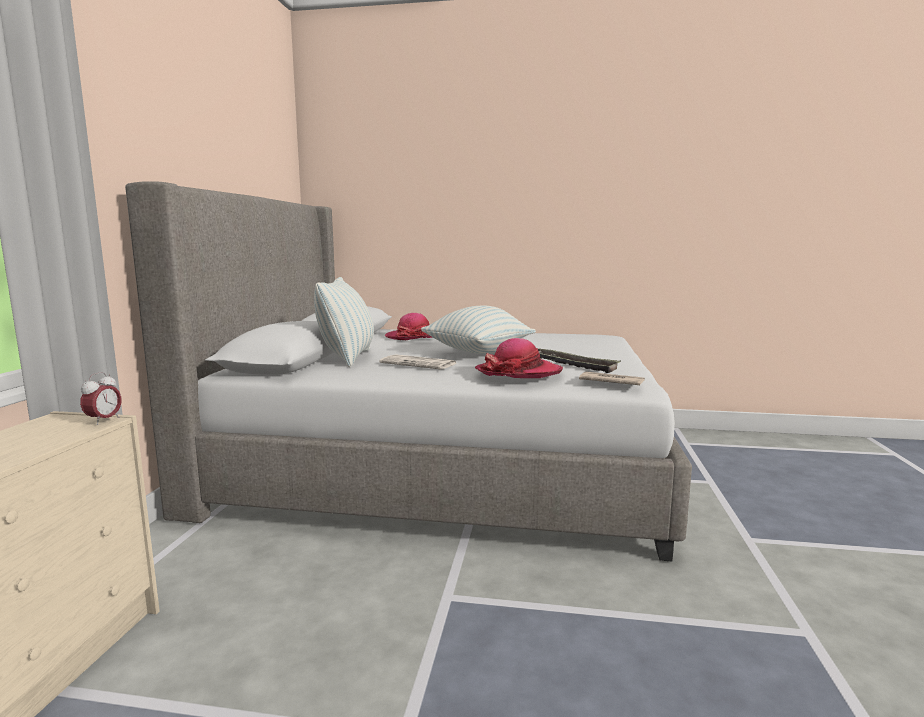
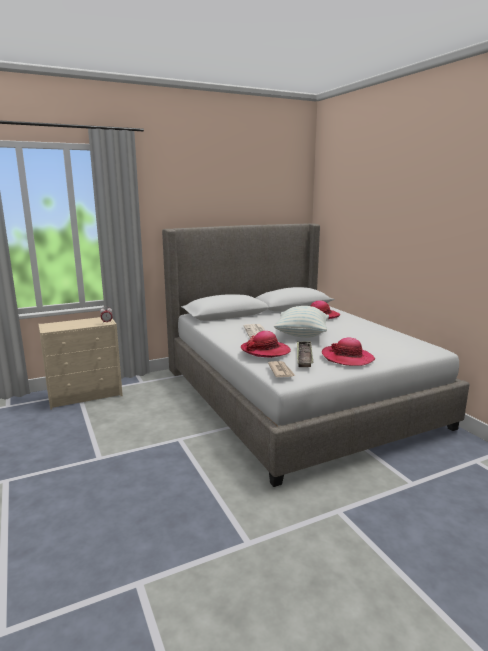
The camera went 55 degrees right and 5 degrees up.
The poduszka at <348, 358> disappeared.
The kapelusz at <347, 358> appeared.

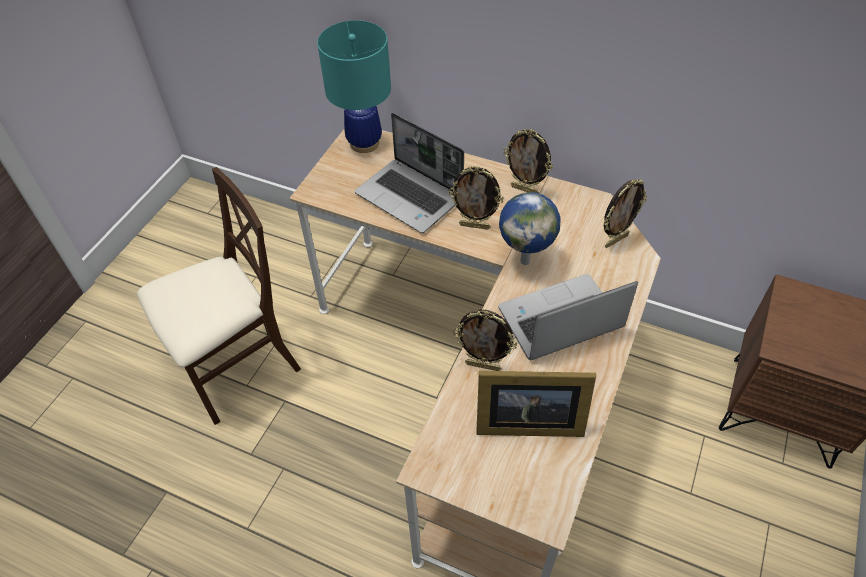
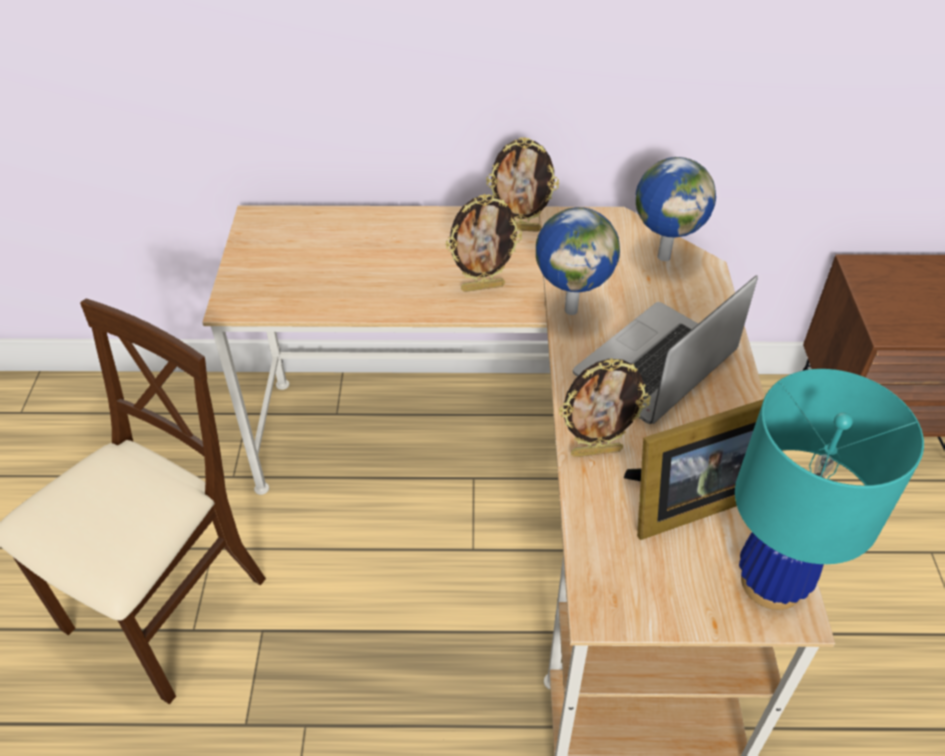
The camera went 25 degrees left and 5 degrees down.
The laptop at <411, 197> disappeared.
The lampa stołowa/turkusowy moved from <364, 143> to <771, 583>.
The ramka na zdjęcie at <615, 240> was replaced by the globus at <663, 256>.

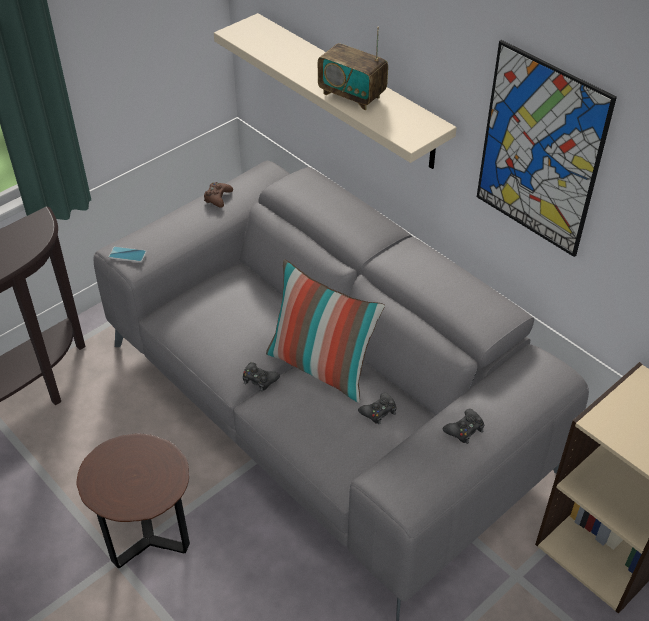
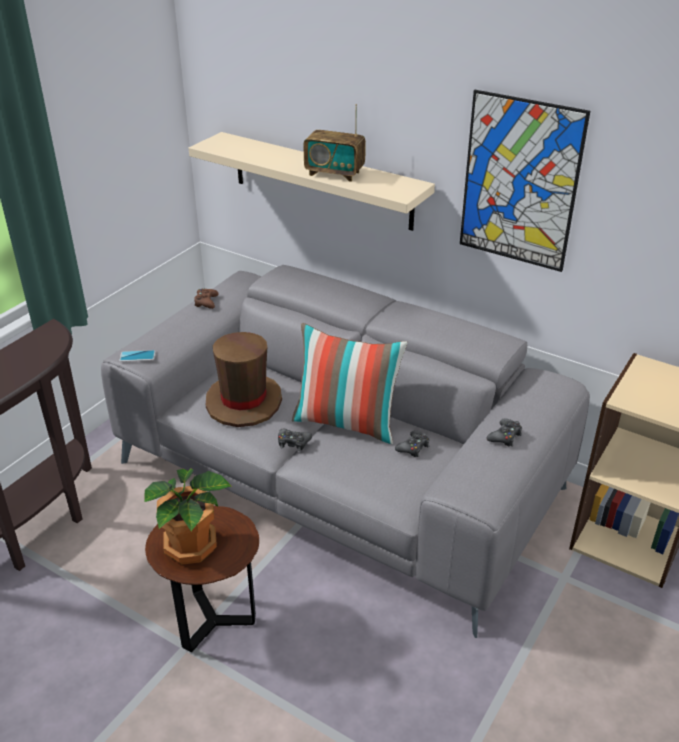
The camera went 15 degrees left and 10 degrees down.
The roślina doniczkowa at <193, 546> appeared.
The kapelusz/brązowy at <244, 401> appeared.

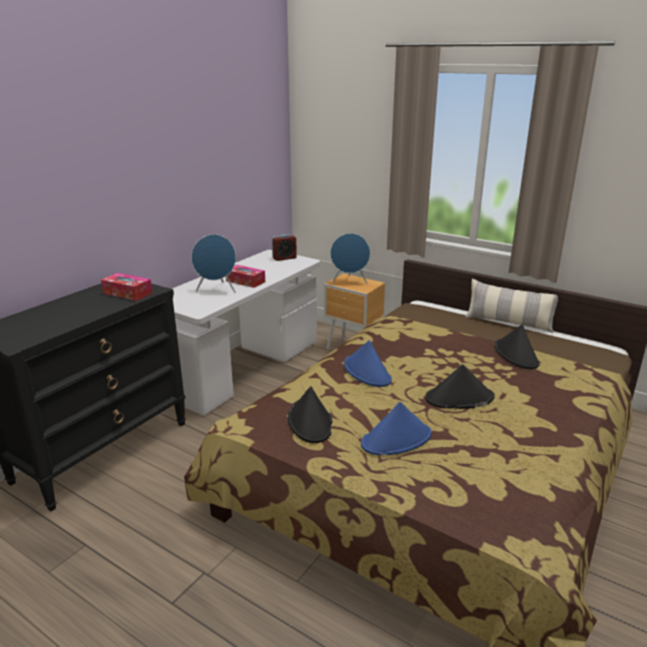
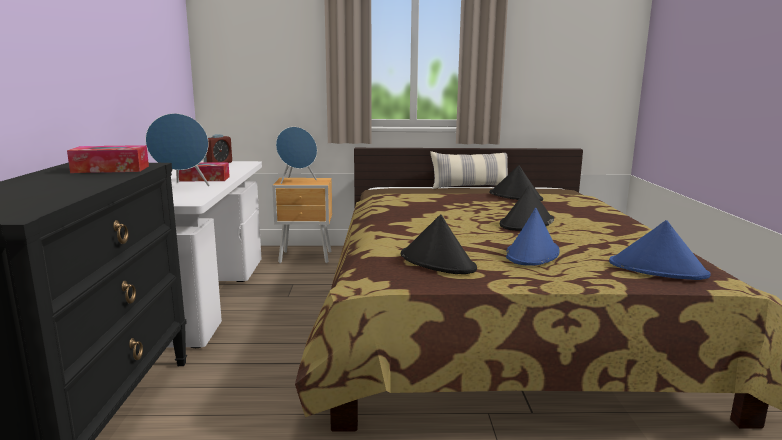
The camera went 35 degrees left and 10 degrees down.
The kapelusz/niebieski moved from <367, 372> to <658, 269>.

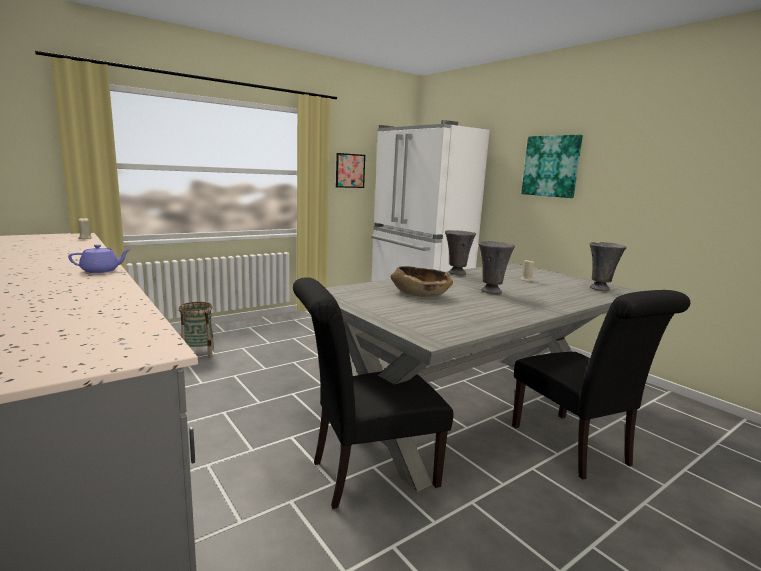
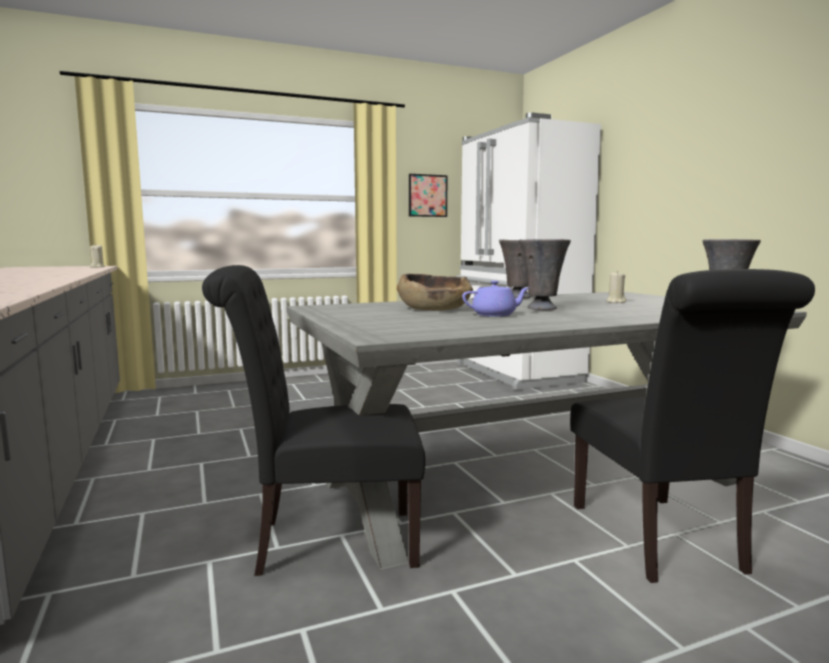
The camera went 15 degrees right and 5 degrees down.
The koszyk at <198, 353> disappeared.
The obraz at <551, 166> disappeared.
The imbryk/fioletowy moved from <101, 270> to <495, 315>.

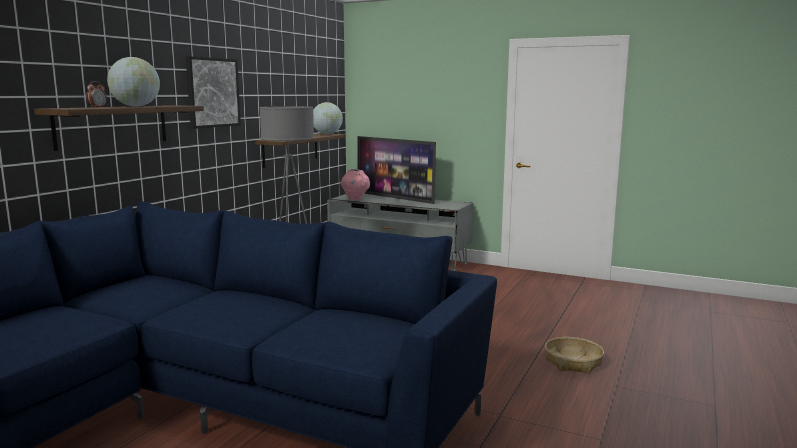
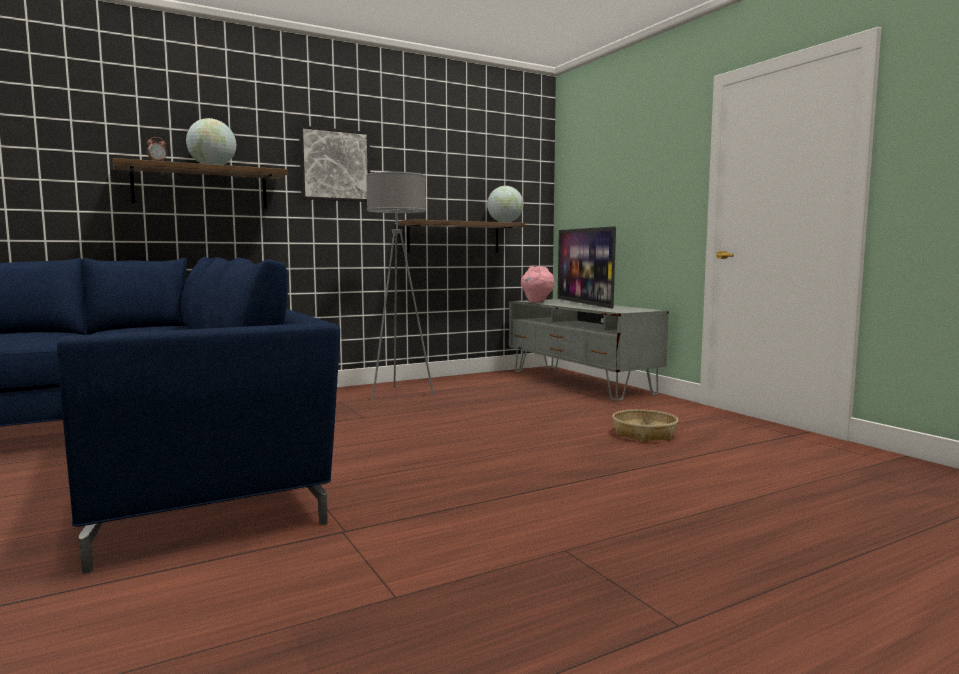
The camera went 35 degrees right and 5 degrees down.
The koszyk moved from <573, 362> to <644, 434>.

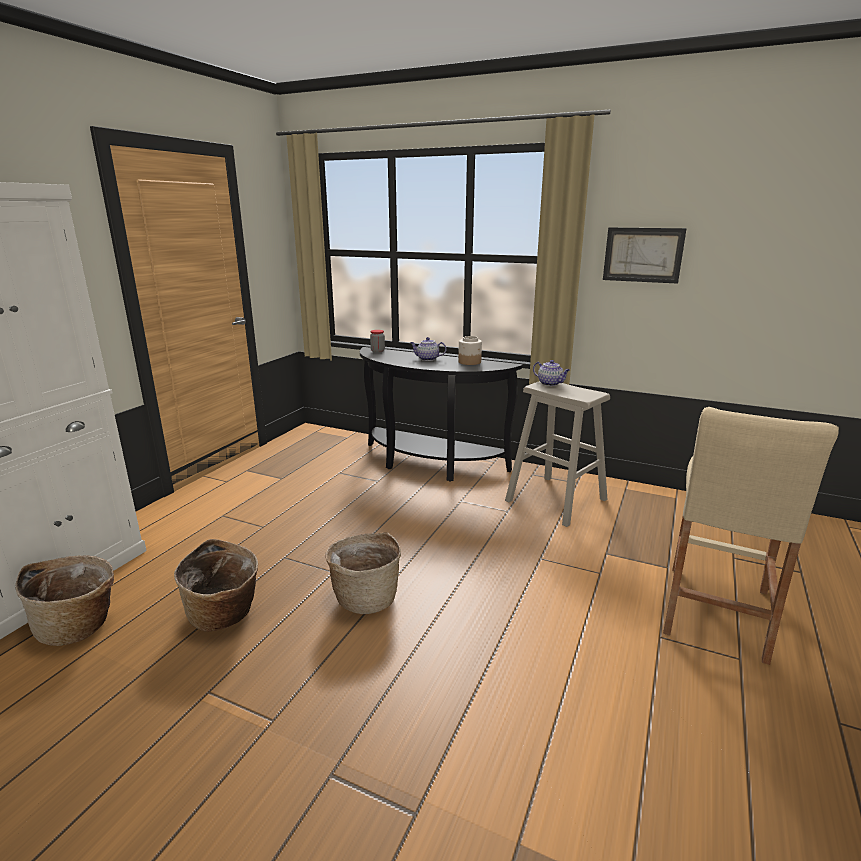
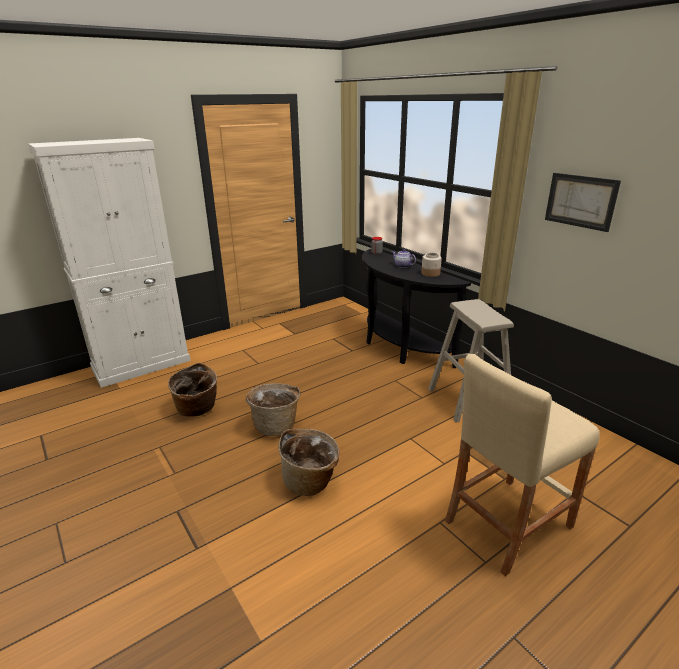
The camera went 30 degrees right and 5 degrees up.
The imbryk at <550, 383> disappeared.
The koszyk moved from <79, 626> to <310, 481>.

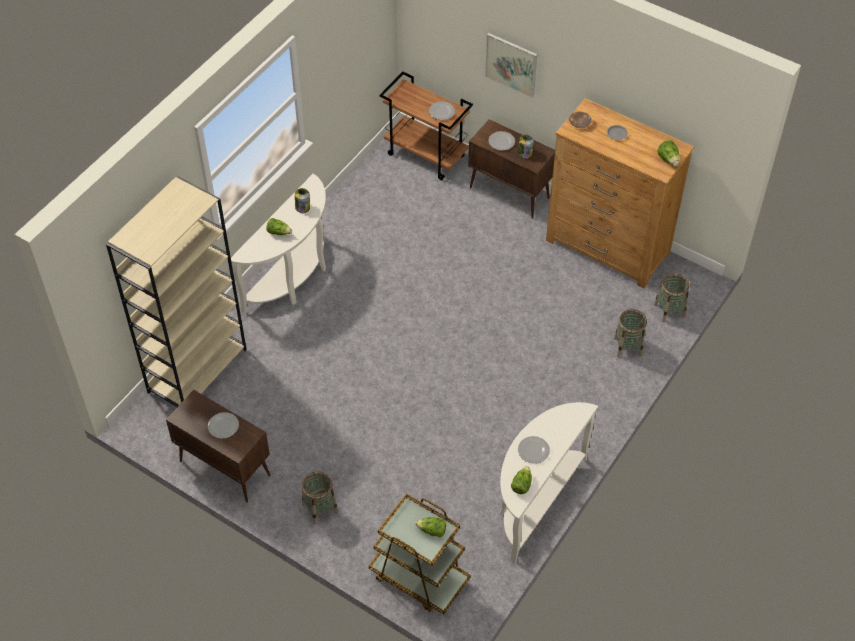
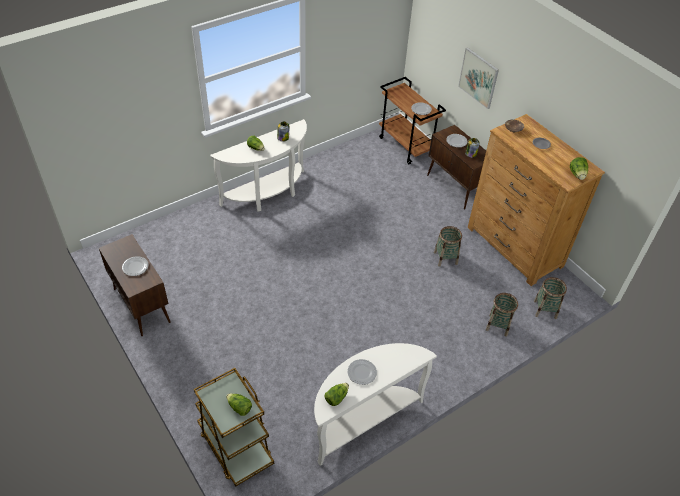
The camera went 20 degrees right and 5 degrees down.
The regał/beżowy at <197, 370> disappeared.
The koszyk moved from <320, 508> to <445, 258>.

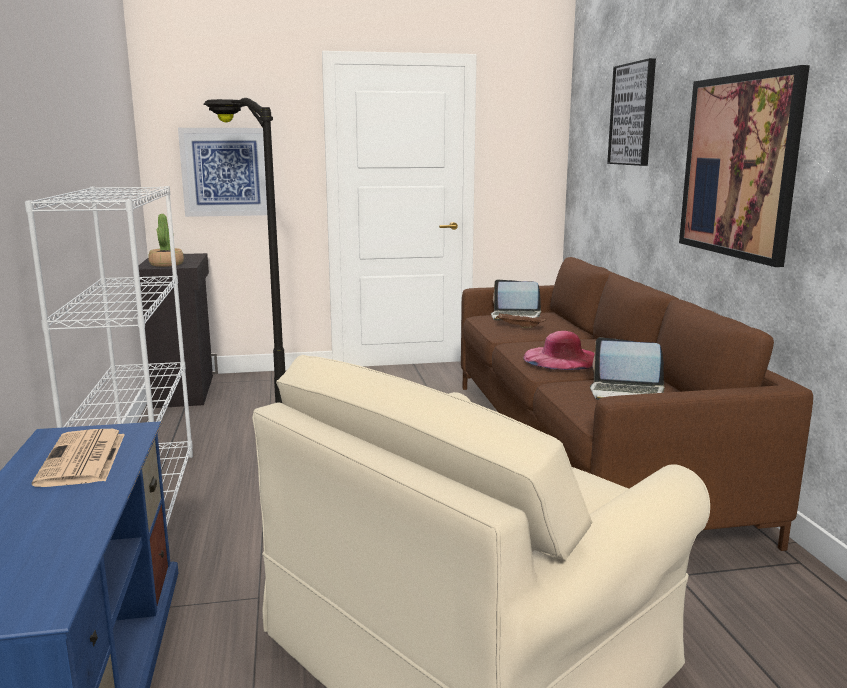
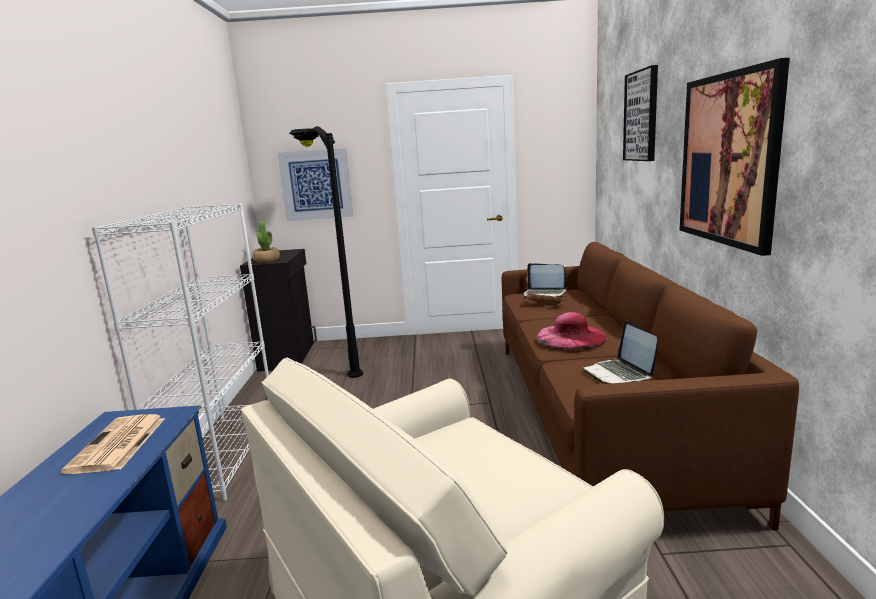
The camera went 10 degrees right and 0 degrees up.
The laptop at <626, 393> turned 45 degrees clockwise.

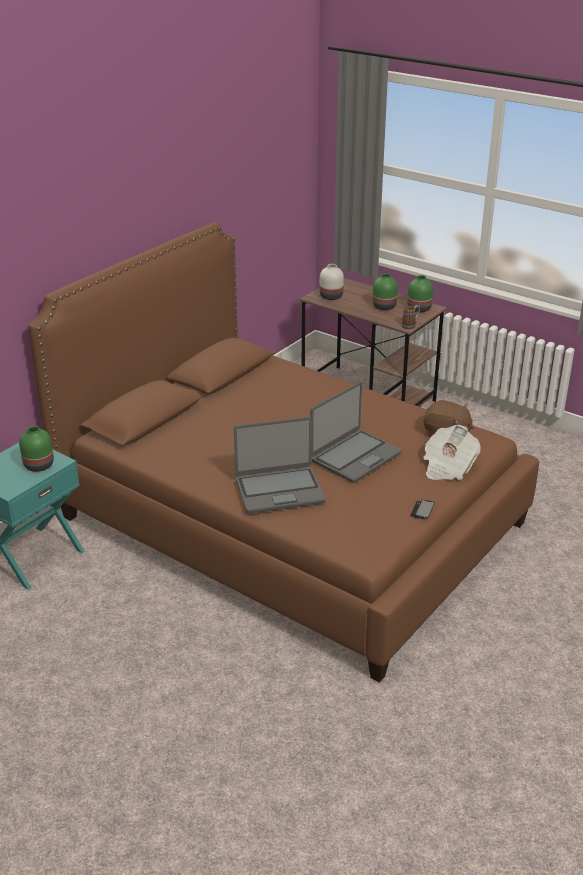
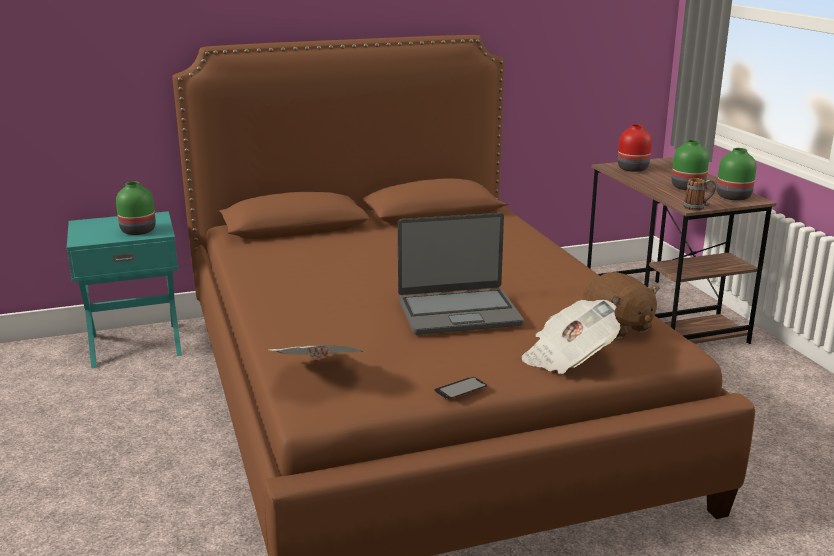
The camera went 35 degrees right and 10 degrees down.
The laptop at <279, 490> disappeared.
The gazeta at <318, 373> appeared.
The wazon/biały at <331, 296> became the wazon/czerwony at <633, 168>.

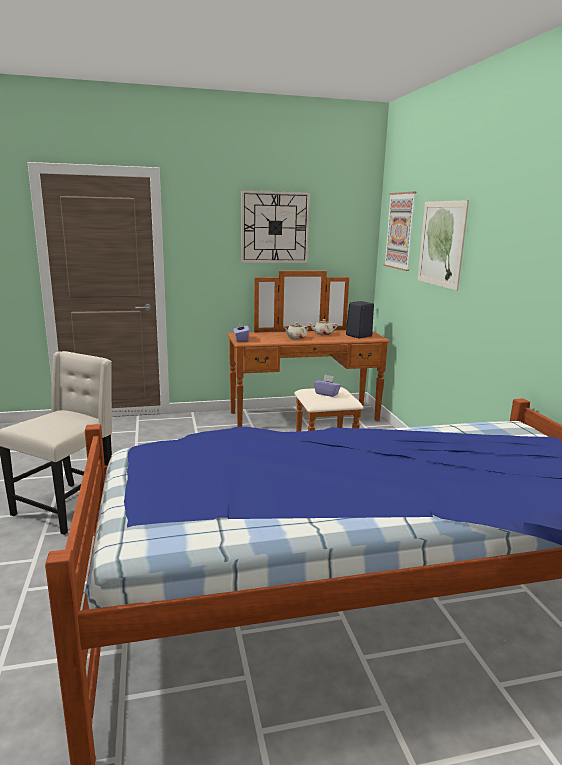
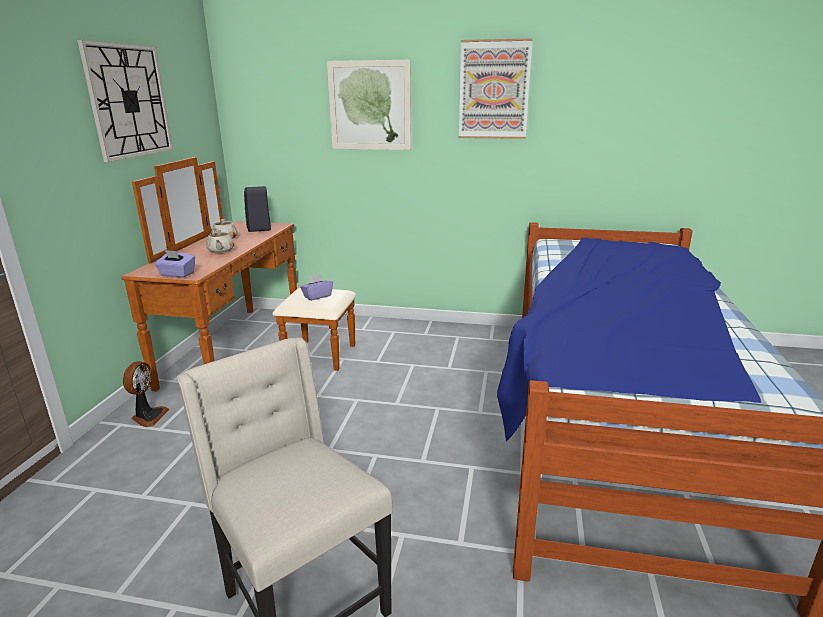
The camera went 65 degrees left and 5 degrees up.
The wentylator at <148, 416> appeared.
The obraz moved from <400, 231> to <494, 90>.

